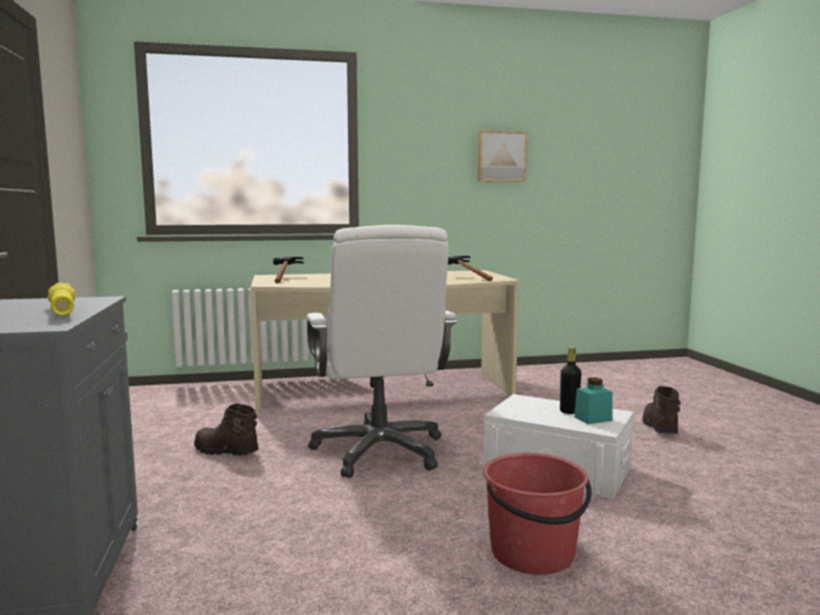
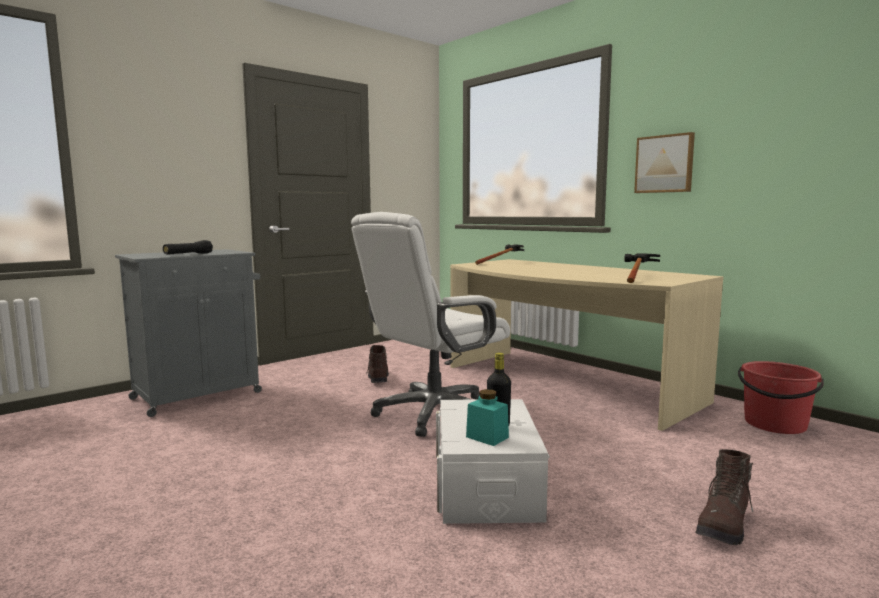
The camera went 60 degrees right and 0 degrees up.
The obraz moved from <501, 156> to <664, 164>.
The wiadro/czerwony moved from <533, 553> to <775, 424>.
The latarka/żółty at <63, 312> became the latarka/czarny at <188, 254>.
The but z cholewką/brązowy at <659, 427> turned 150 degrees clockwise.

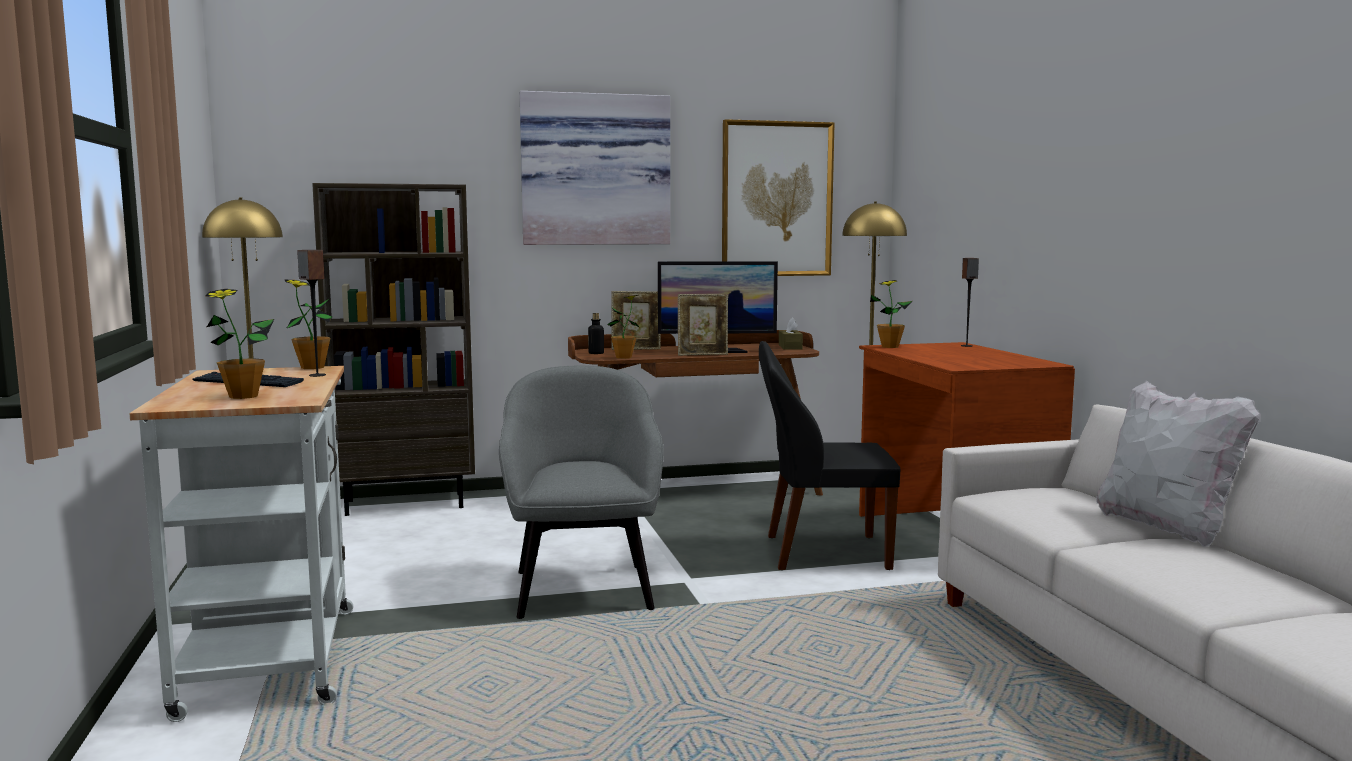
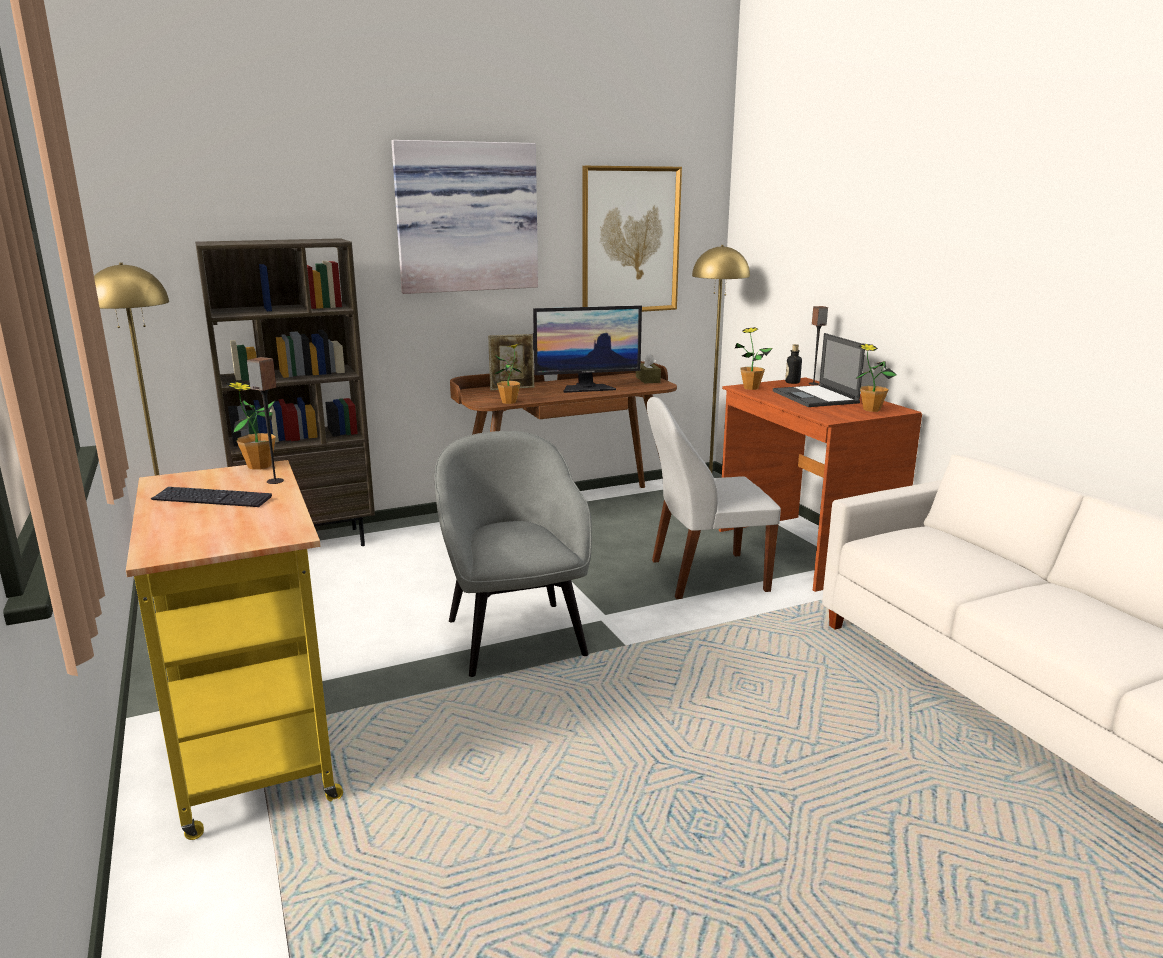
The camera went 10 degrees left and 10 degrees up.
The ramka na zdjęcie at <703, 355> disappeared.
The poduszka/biały at <1166, 527> disappeared.
The laptop at <816, 397> appeared.
The roślina doniczkowa moved from <243, 396> to <871, 409>.
The butelka moved from <596, 353> to <792, 382>.
The wózek/biały at <271, 653> became the wózek/żółty at <253, 742>.
The krzesło/czarny at <822, 552> became the krzesło/biały at <705, 576>.

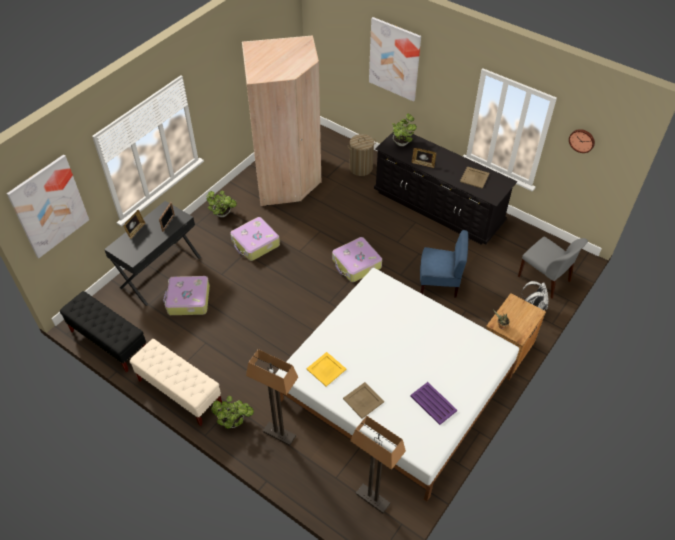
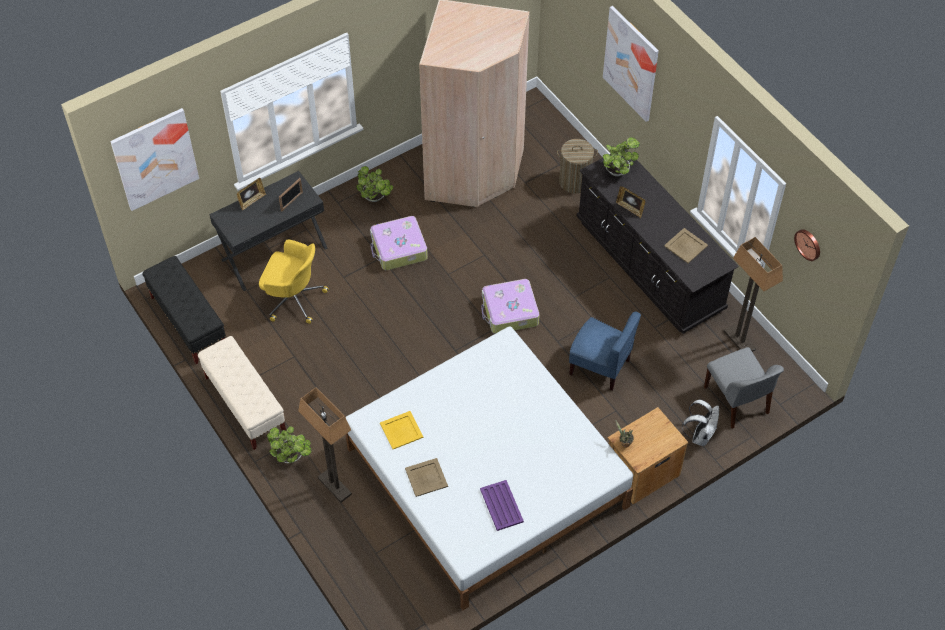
The camera went 20 degrees right and 5 degrees up.
The lampa stojąca moved from <373, 499> to <739, 340>.
The walizka at <188, 300> was replaced by the krzesło biurowe/żółty at <293, 298>.

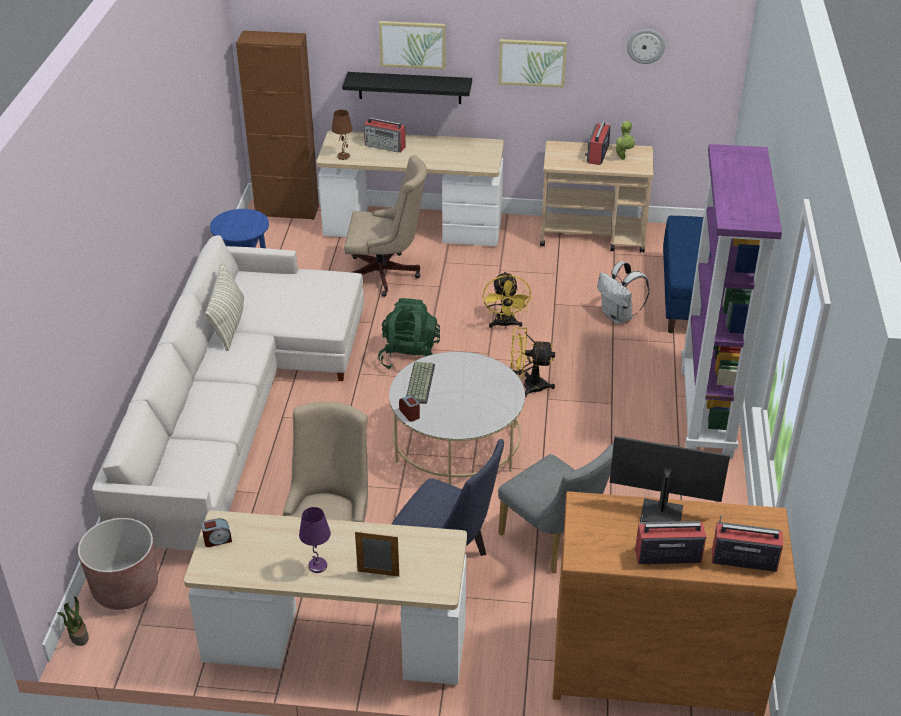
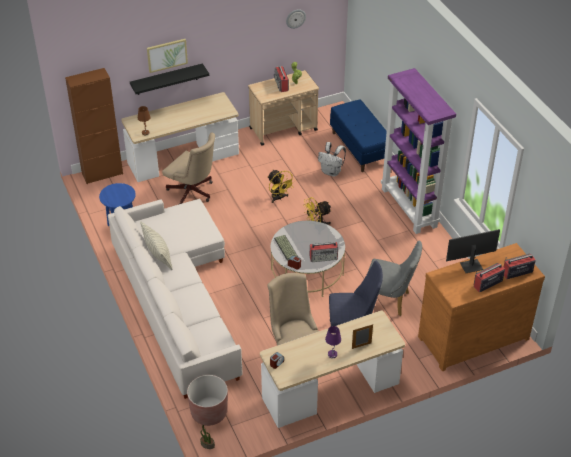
The camera went 30 degrees left and 5 degrees up.
The plecak/zielony at <409, 356> disappeared.
The obraz at <532, 62> disappeared.
The radio moved from <385, 146> to <324, 257>.
The krzesło biurowe/beżowy at <386, 275> turned 60 degrees clockwise.

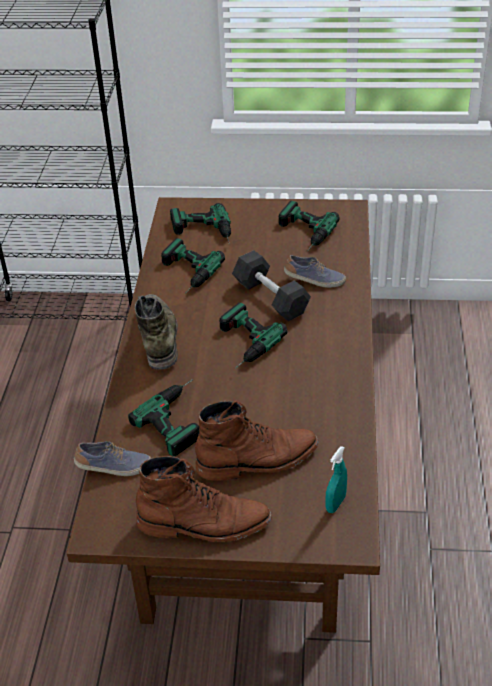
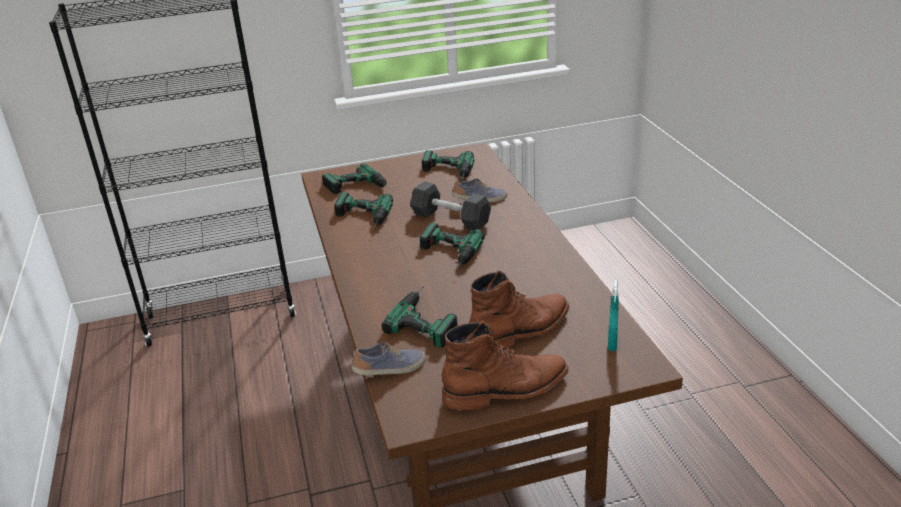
The camera went 20 degrees left and 10 degrees down.
The but z cholewką/zielony at <157, 336> disappeared.

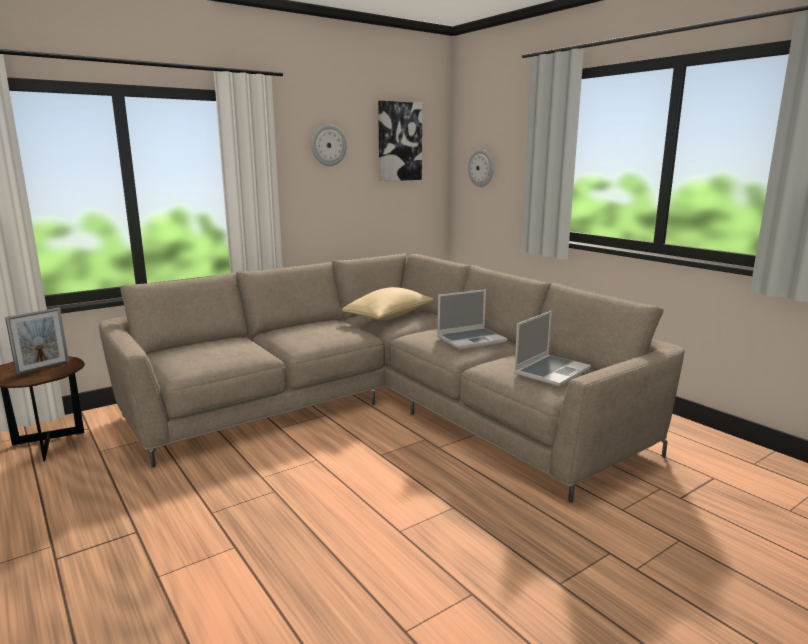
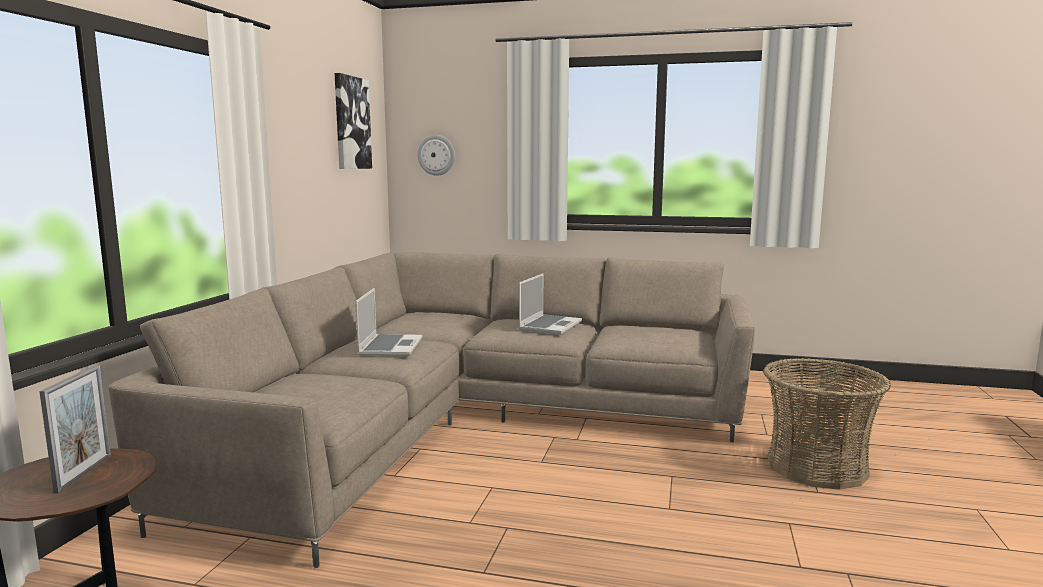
The camera went 40 degrees left and 5 degrees down.
The zegar ścienny at <328, 145> disappeared.
The poduszka/beżowy at <389, 317> disappeared.
The koszyk at <817, 467> appeared.
The laptop moved from <551, 371> to <390, 347>.

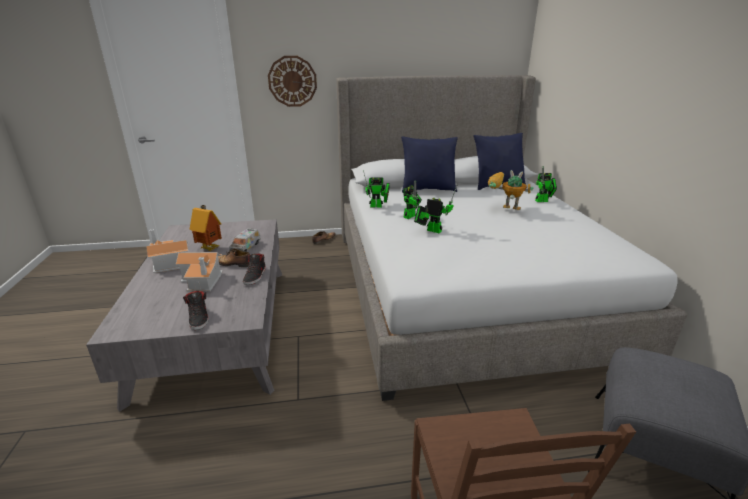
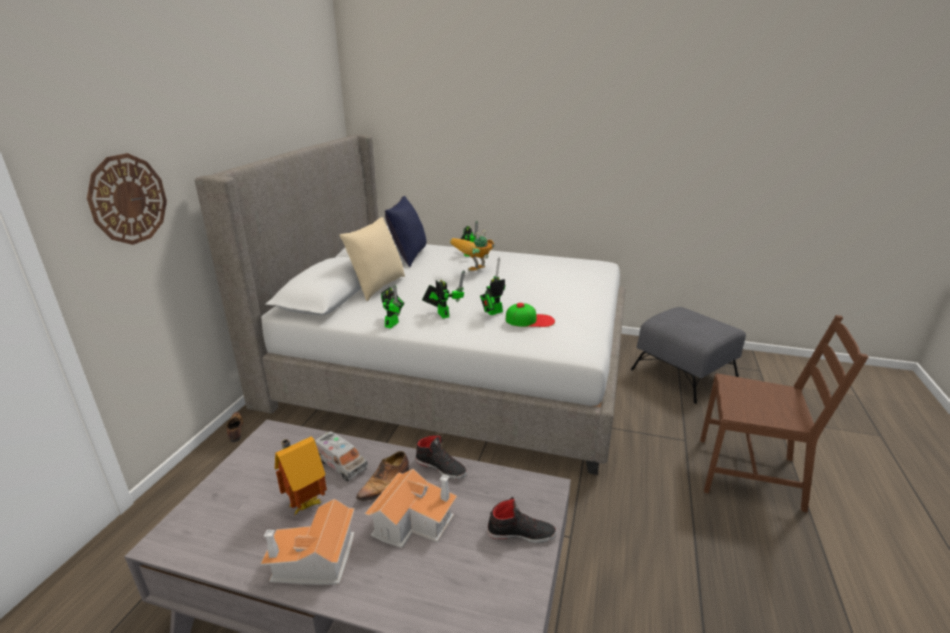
The camera went 65 degrees left and 0 degrees up.
The czapka z daszkiem at <530, 320> appeared.
The poduszka/niebieski at <427, 189> became the poduszka/beżowy at <377, 287>.

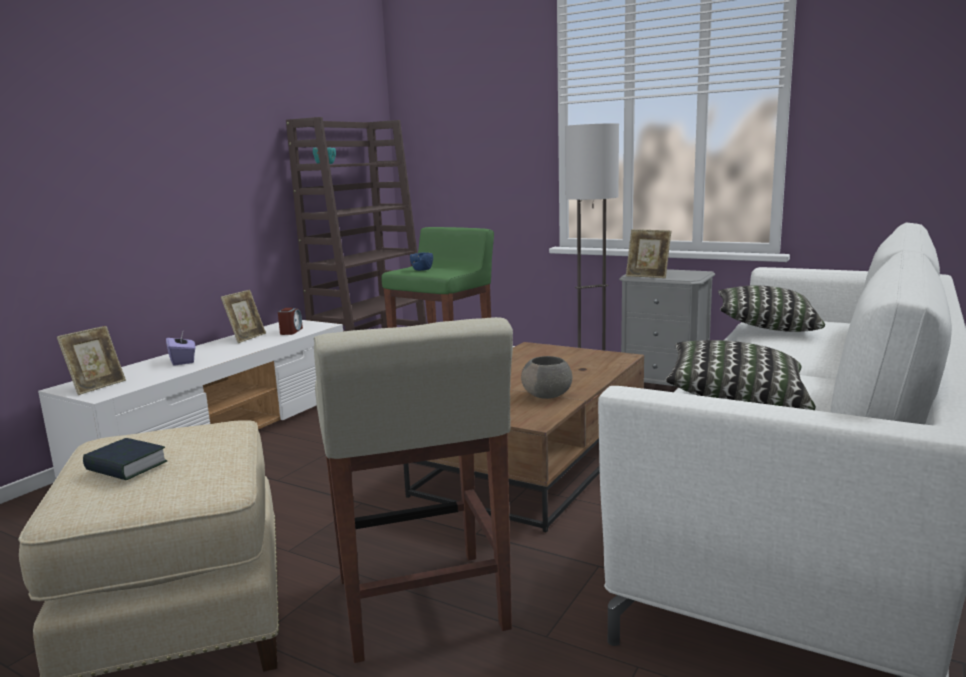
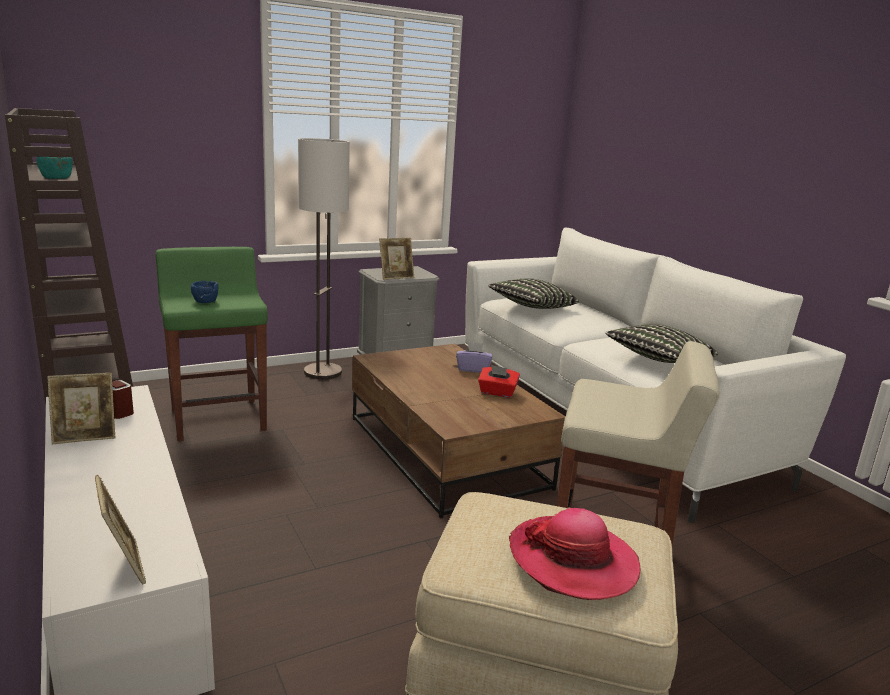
The camera went 60 degrees left and 5 degrees up.
The pudełko chusteczek/fioletowy moved from <183, 361> to <473, 369>.
The książka at <126, 466> was replaced by the kapelusz at <573, 560>.
The miska/szary at <548, 395> was replaced by the pudełko chusteczek/czerwony at <497, 392>.
The ramka na zdjęcie at <246, 338> turned 105 degrees clockwise.

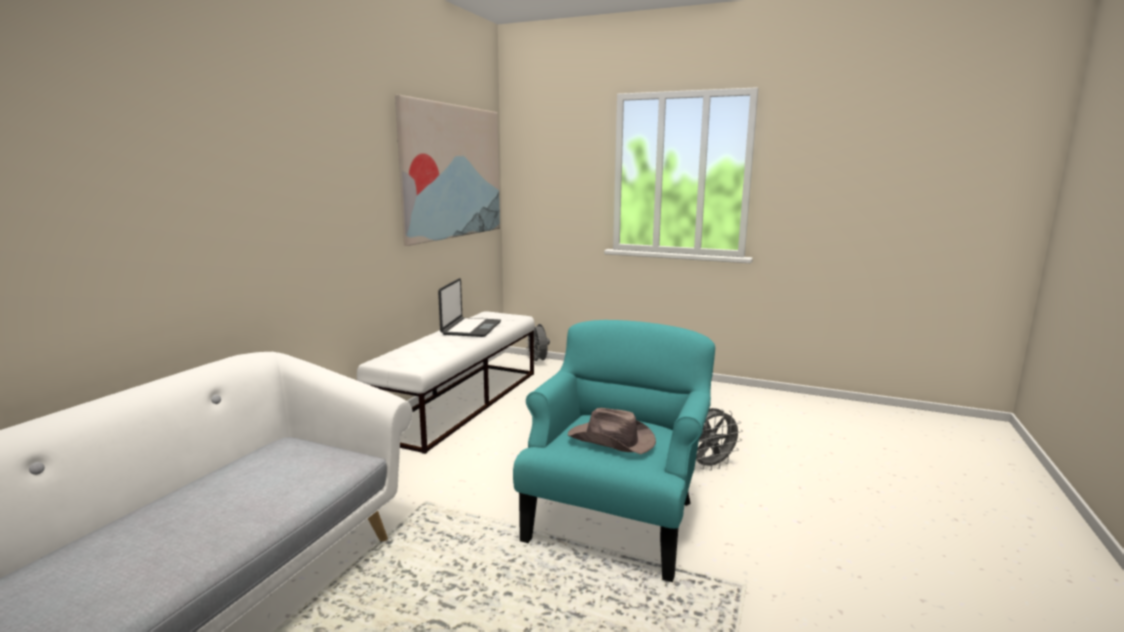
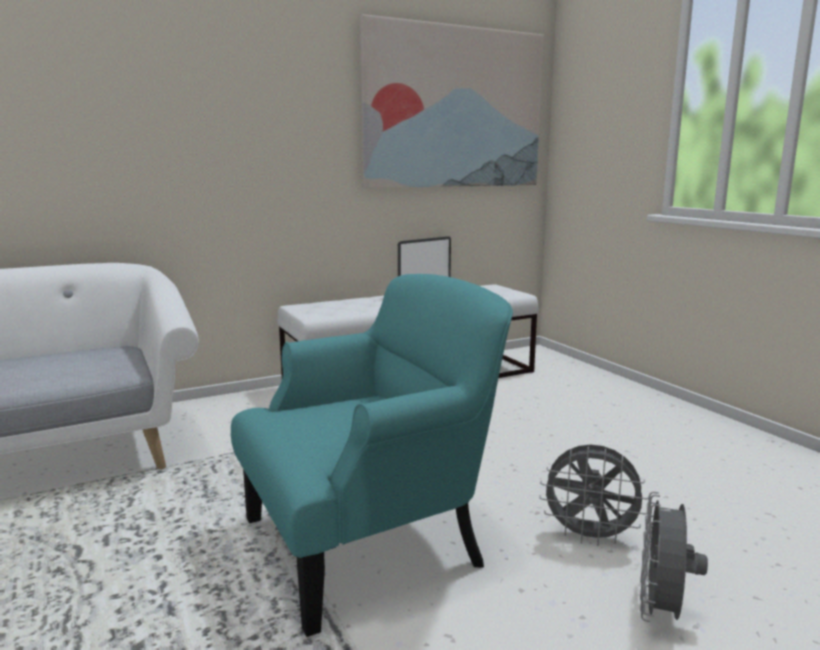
The camera went 40 degrees right and 0 degrees up.
The kapelusz/brązowy at <612, 440> disappeared.
The wentylator/szary moved from <537, 362> to <661, 612>.

